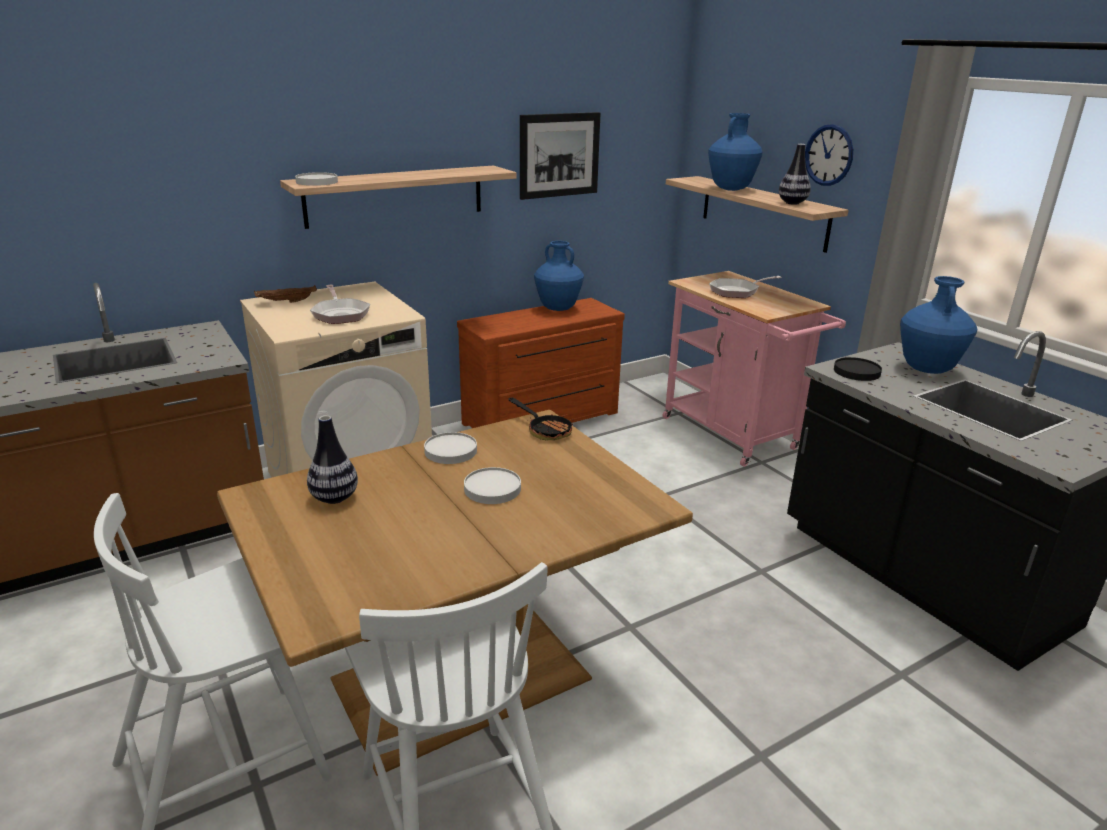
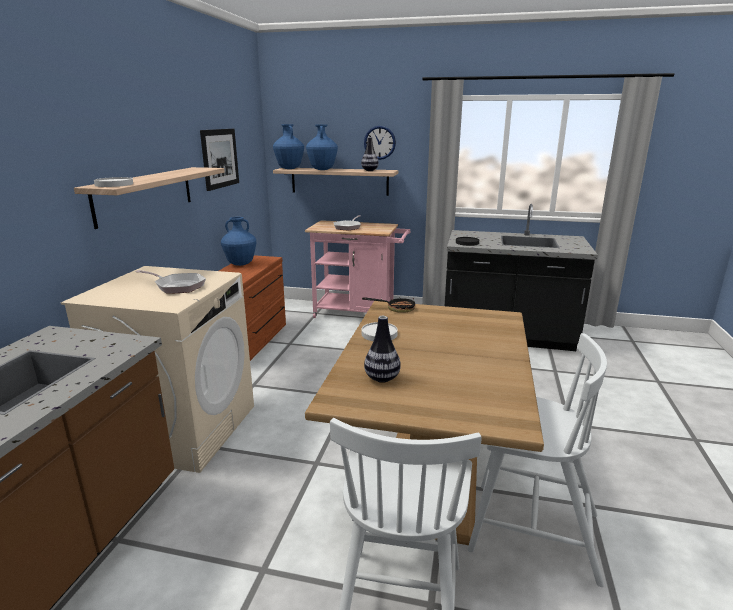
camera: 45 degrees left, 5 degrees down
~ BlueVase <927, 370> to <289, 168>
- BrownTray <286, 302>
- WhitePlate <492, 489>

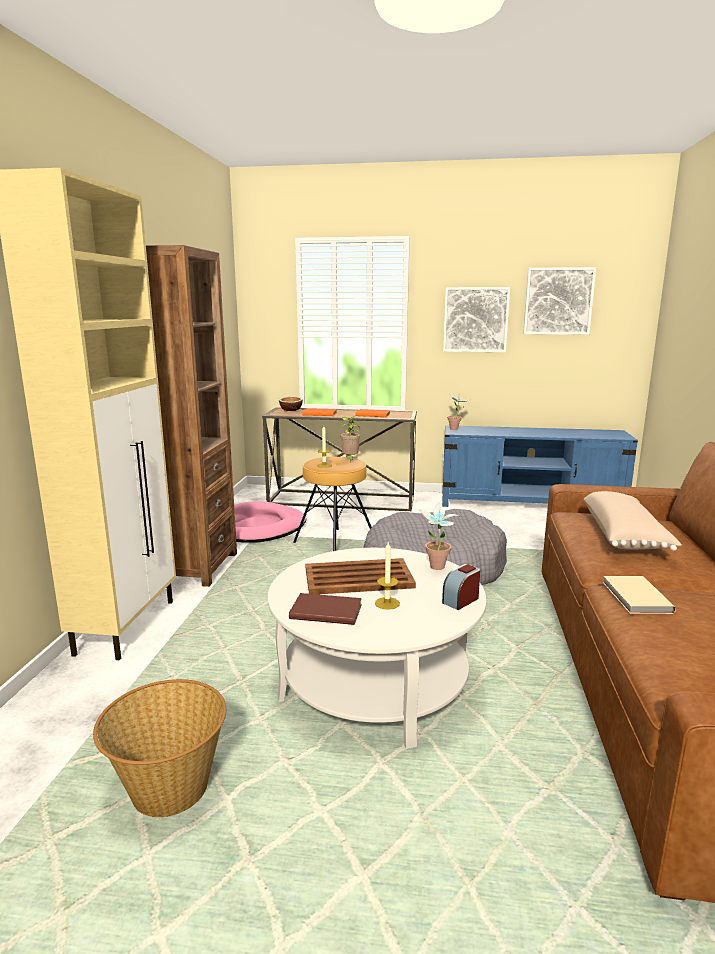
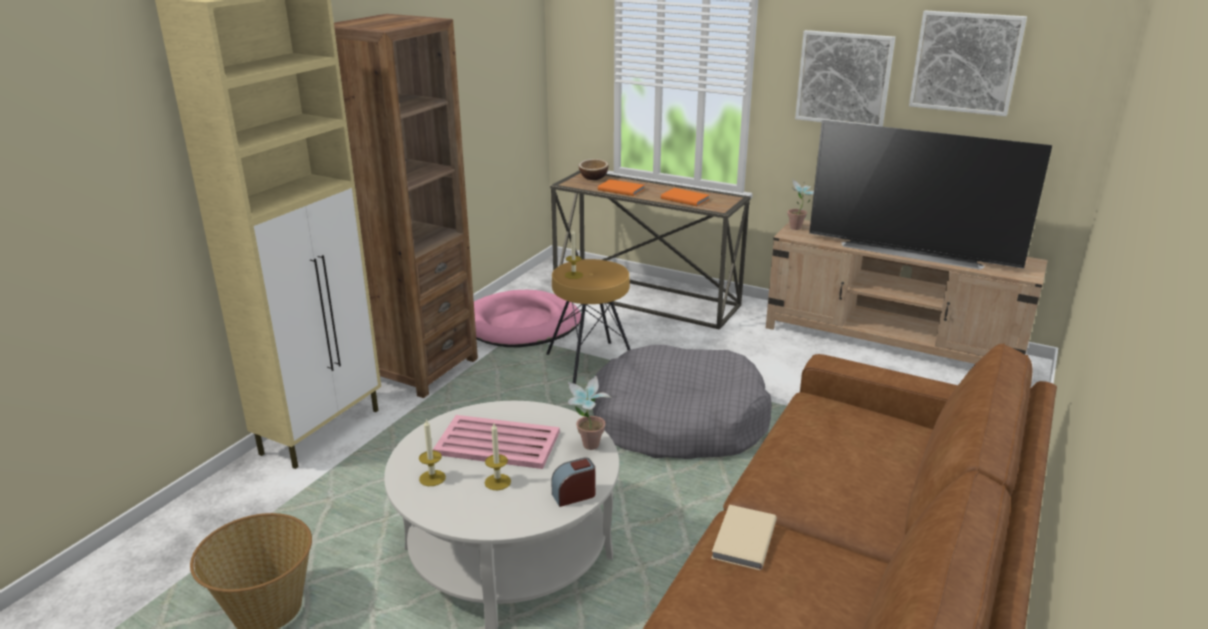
camera: 20 degrees right, 10 degrees up
~ BrownBook <325, 611> to Candle <432, 478>
~ BrownTray <359, 578> to PinkTray <498, 443>
~ BlueTvStand <530, 503> to BeigeTvStand <891, 341>
+ Television <912, 251>
- PottedPlant <350, 459>
- BeigePillow <624, 536>

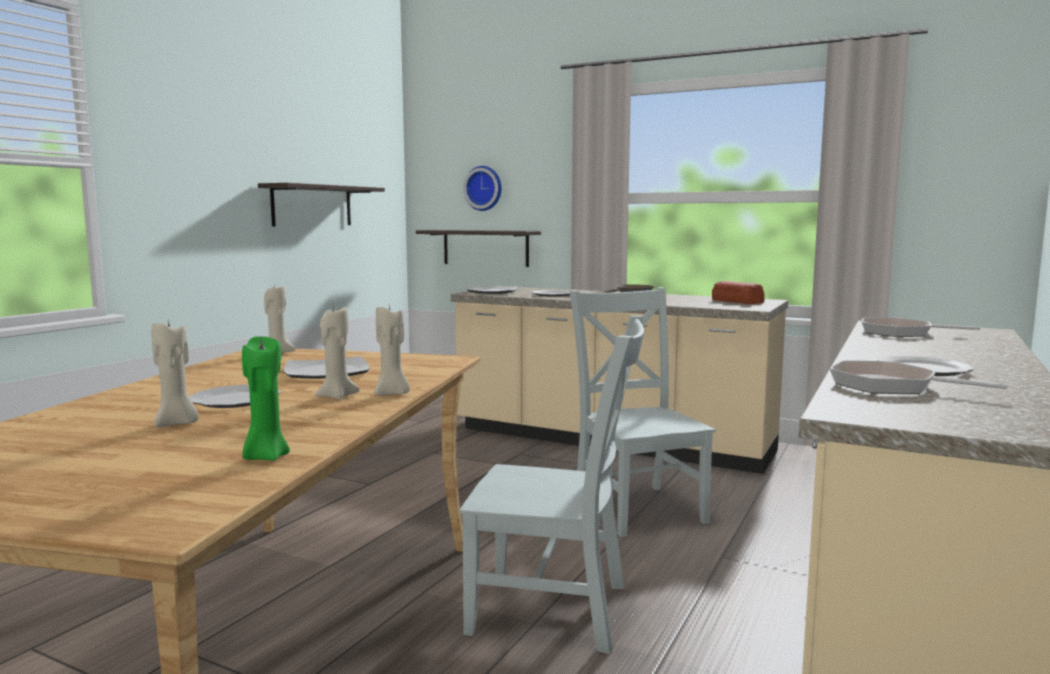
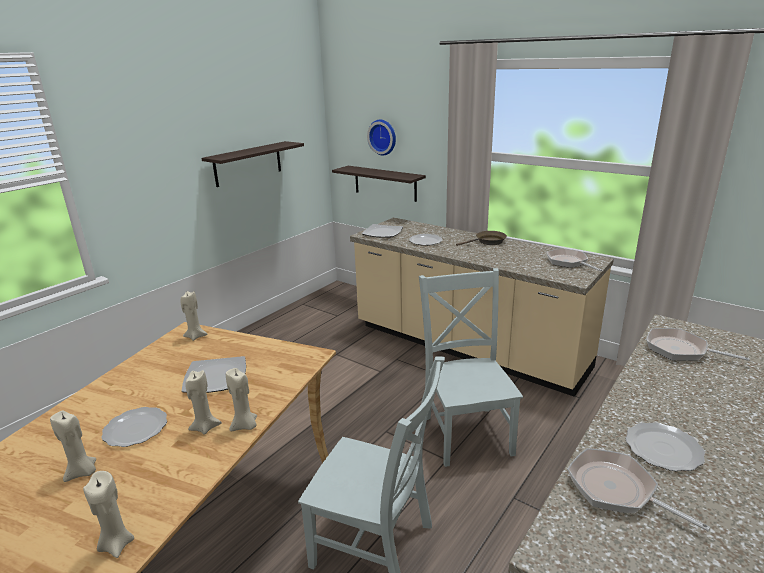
camera: 10 degrees right, 15 degrees up
~ GreenCandle <265, 457> to BeigeCandle <117, 544>
~ Bread <737, 301> to FryingPan <568, 262>

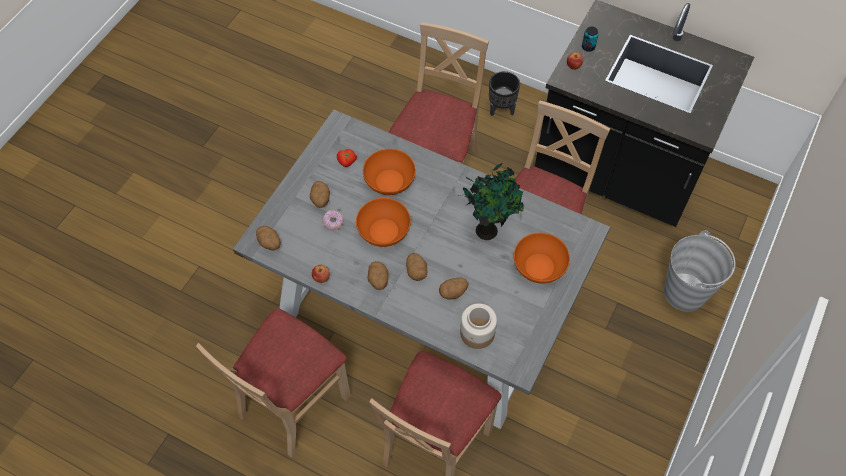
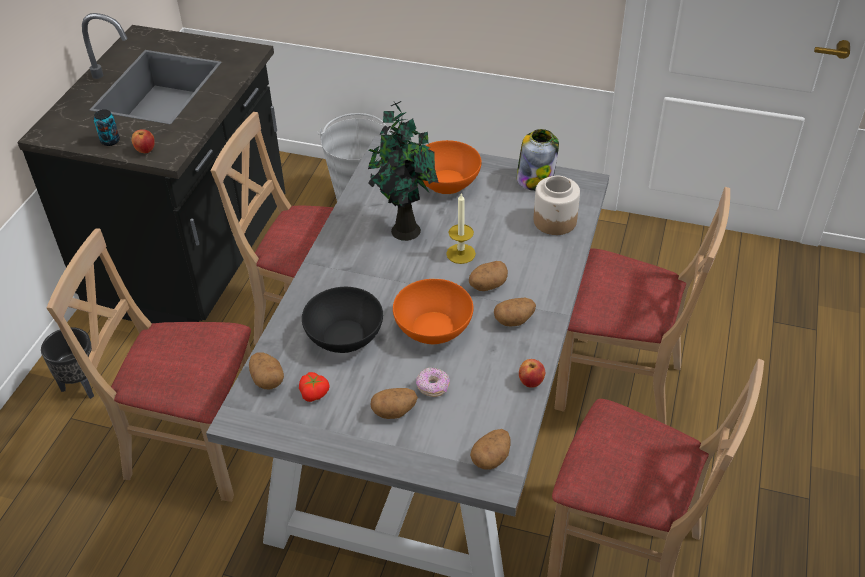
camera: 100 degrees left, 15 degrees down
~ Potato <453, 292> to <267, 380>
~ OrangeBowl <389, 181> to BlackBowl <344, 337>
+ Candle <461, 253>
+ Jar <535, 179>

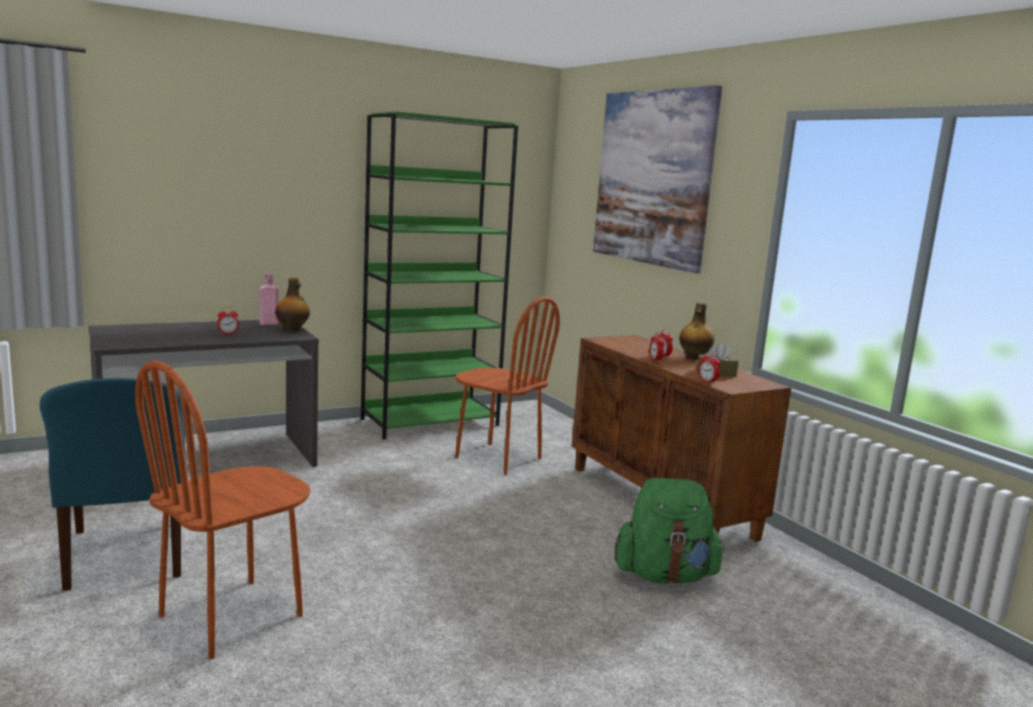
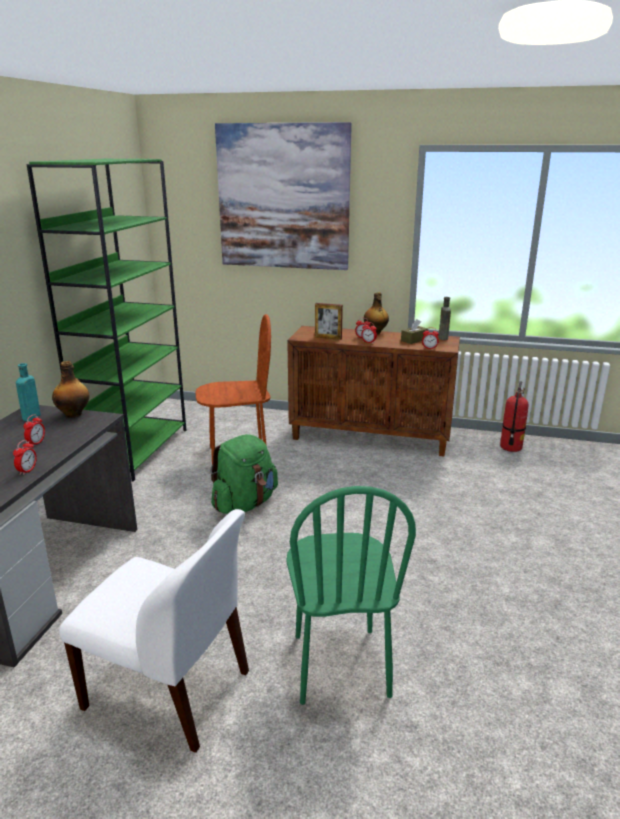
camera: 45 degrees left, 10 degrees up
+ AlarmClock <27, 471>
~ PinkBottle <267, 323> to TurquoiseBottle <30, 417>
~ BlueChair <126, 555> to WhiteChair <171, 691>
~ GreenBackpack <665, 576> to <245, 504>
~ BrownChair <232, 616> to GreenChair <339, 665>
+ PictureFrame <328, 338>
+ BrownBottle <443, 338>
+ FireExtinguisher <510, 447>

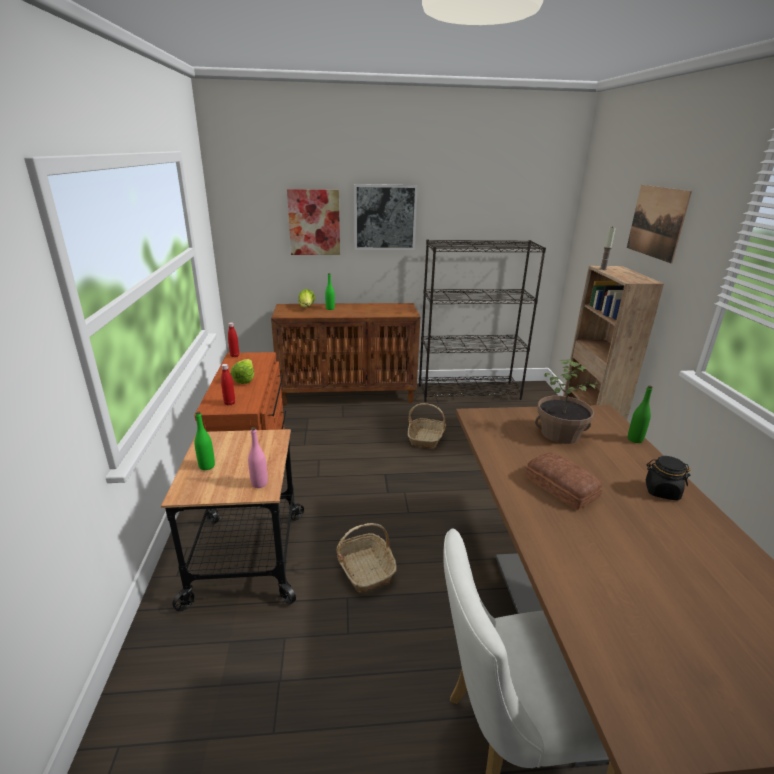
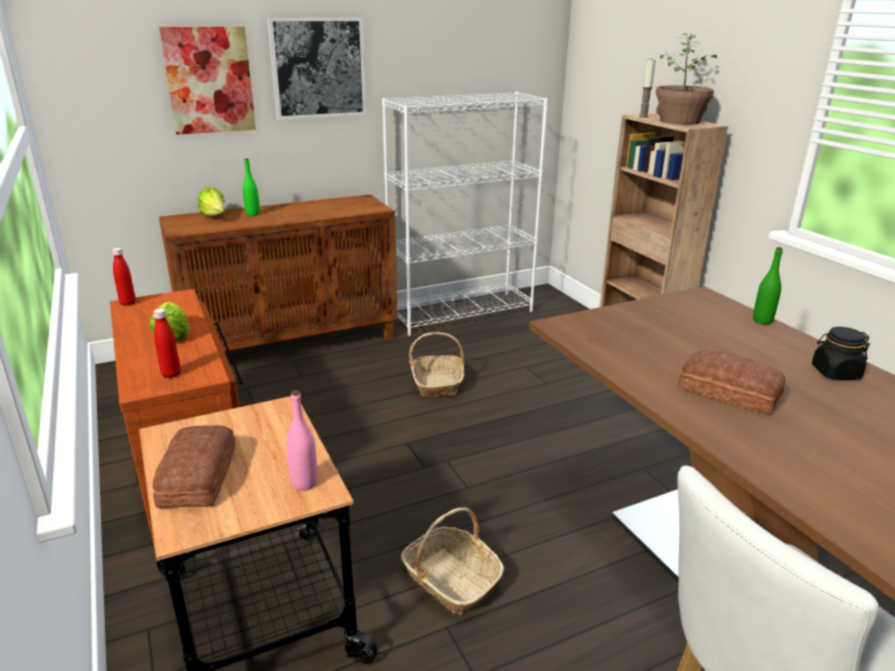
camera: 20 degrees left, 0 degrees up
~ GreenBottle <207, 466> to Bread <196, 477>
~ BlackBookcase <469, 392> to WhiteBookcase <461, 313>
~ PottedPlant <560, 434> to <680, 121>
- Picture <656, 222>

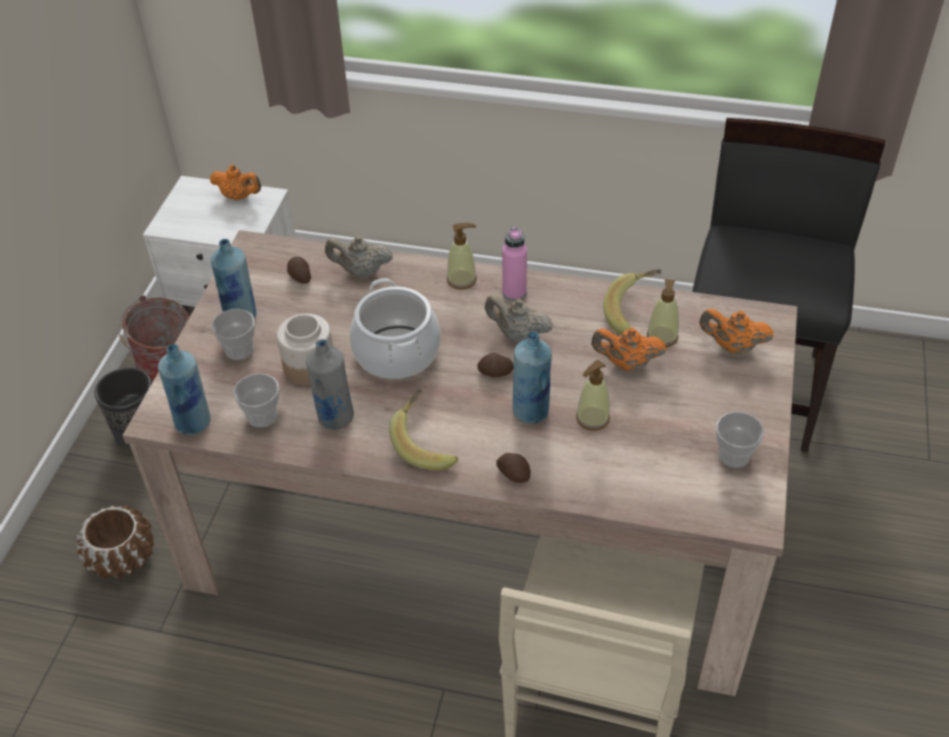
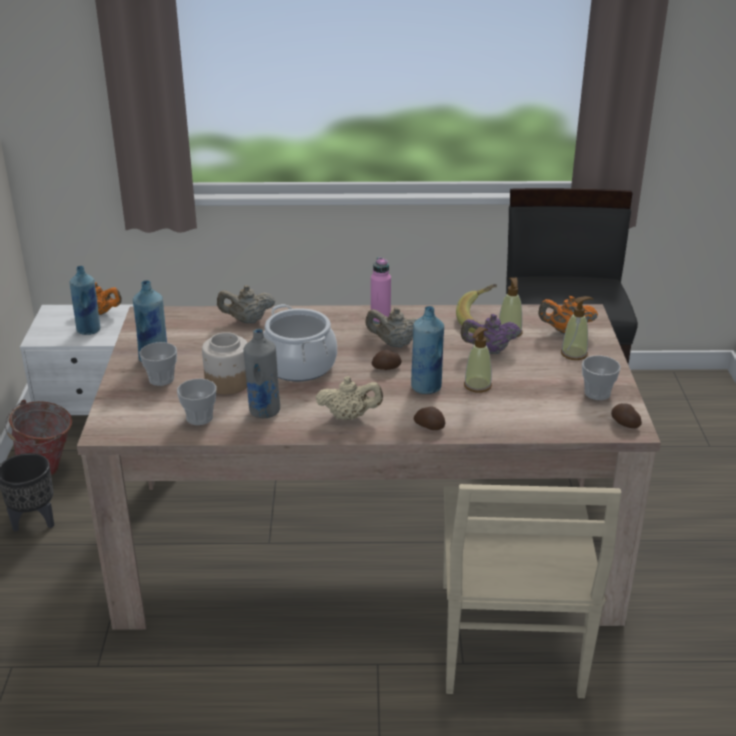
camera: 15 degrees left, 15 degrees down
~ BlueBottle <194, 422> to <89, 330>
~ Banana <427, 443> to BeigeTeapot <349, 416>
~ OrangeTeapot <626, 364> to PurpleTeapot <489, 351>
~ SoapDispenser <462, 280> to <574, 354>
~ Potato <300, 277> to <624, 423>
- BrownPlanter <122, 557>

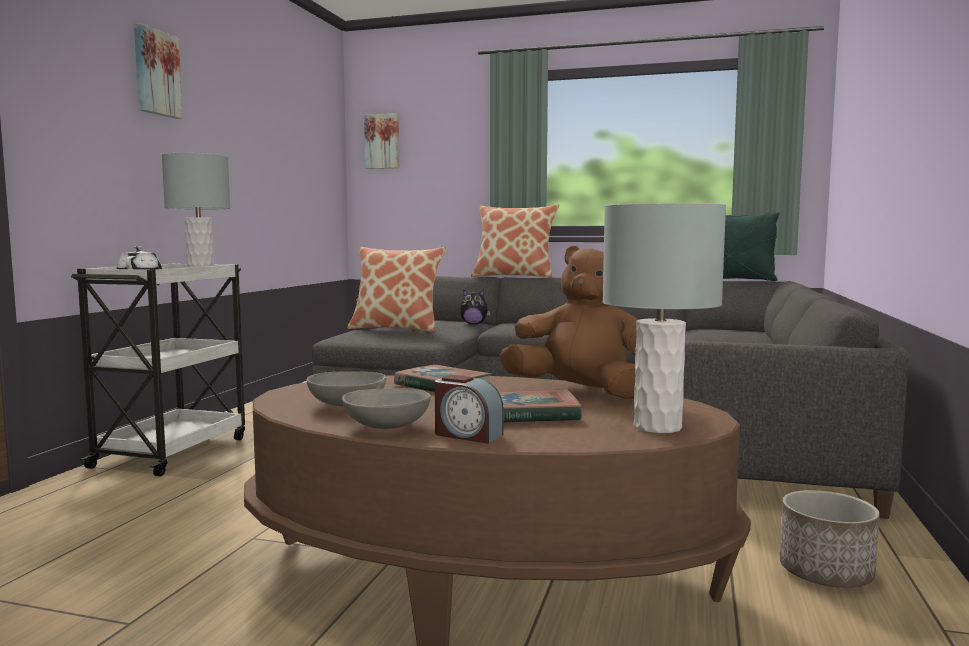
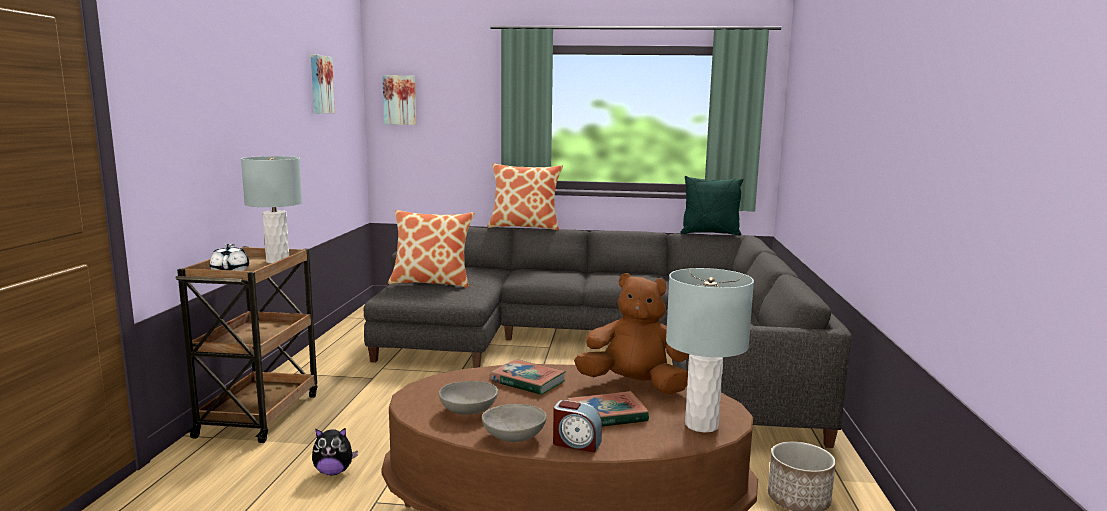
camera: 10 degrees left, 5 degrees up
~ WhiteCart <173, 451> to BrownCart <260, 414>
~ Picture <156, 73> to <320, 84>
~ PlushToy <474, 324> to <334, 472>

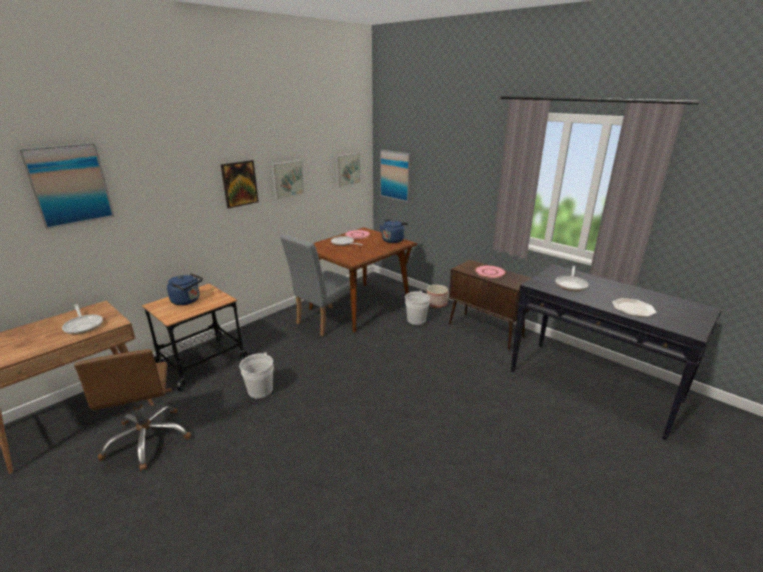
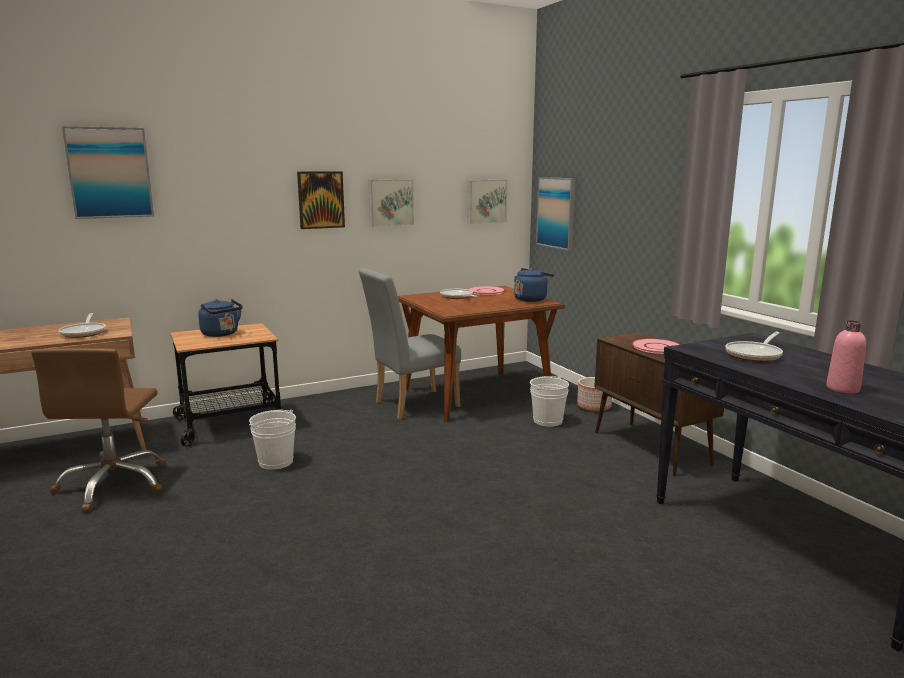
camera: 20 degrees right, 10 degrees down
~ Plate <633, 308> to PinkBottle <842, 389>

